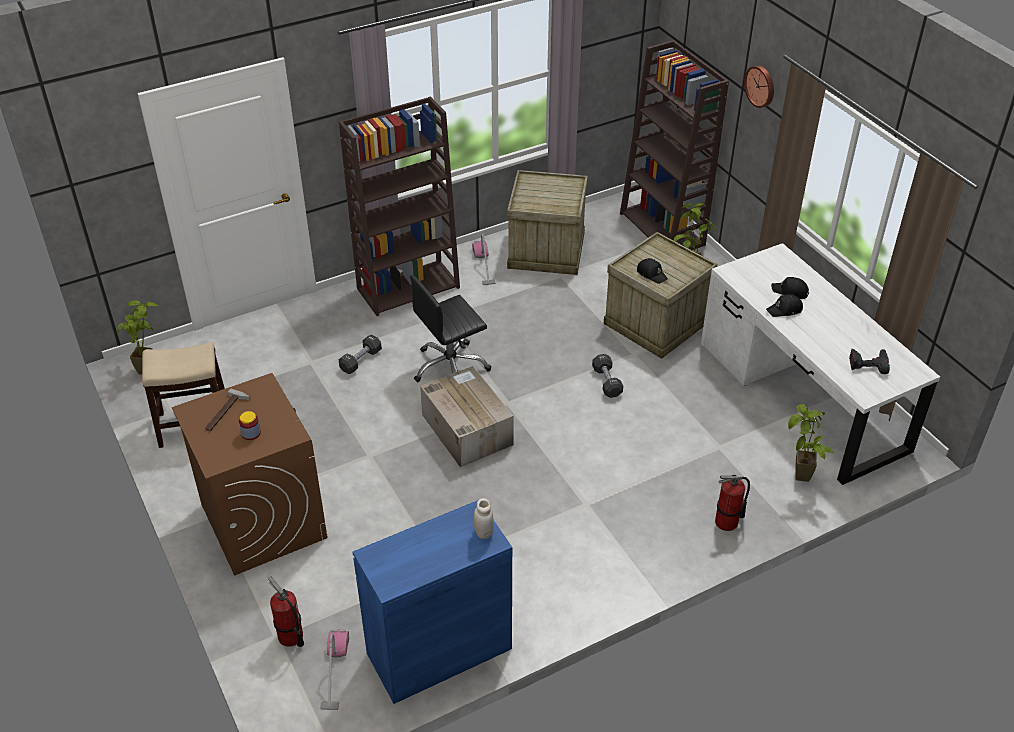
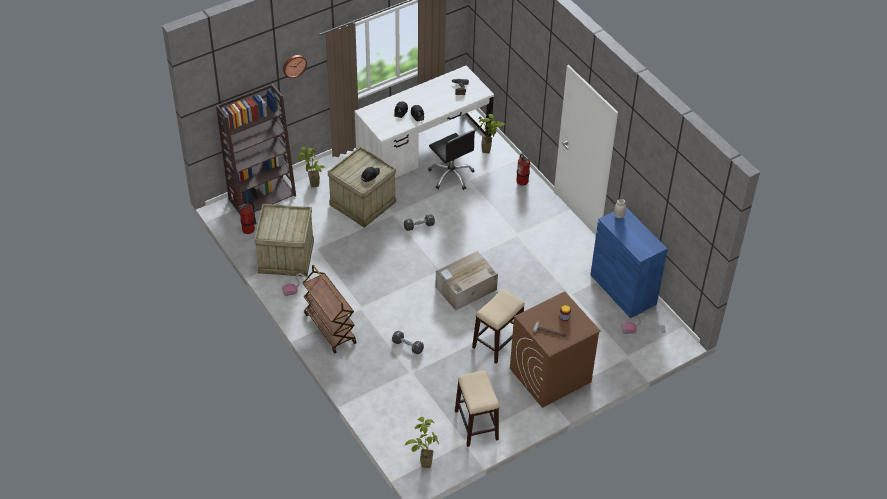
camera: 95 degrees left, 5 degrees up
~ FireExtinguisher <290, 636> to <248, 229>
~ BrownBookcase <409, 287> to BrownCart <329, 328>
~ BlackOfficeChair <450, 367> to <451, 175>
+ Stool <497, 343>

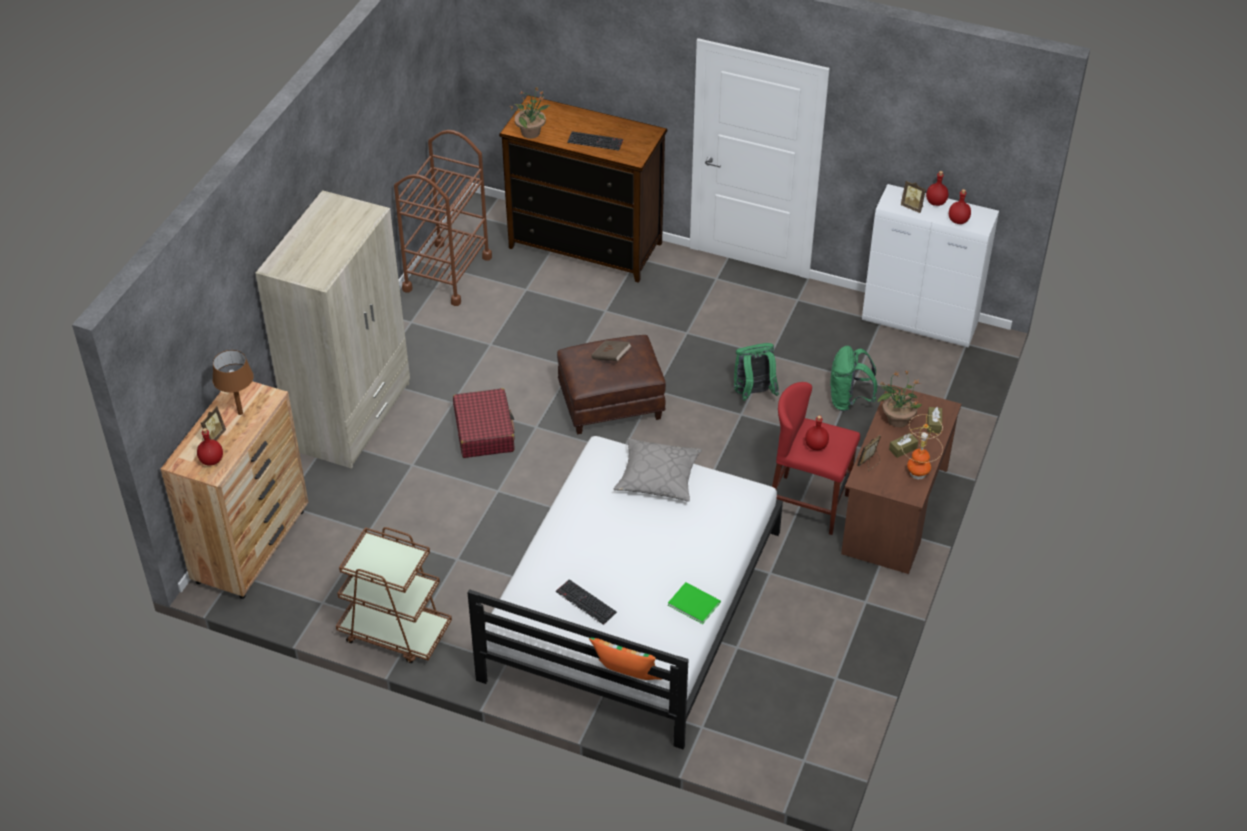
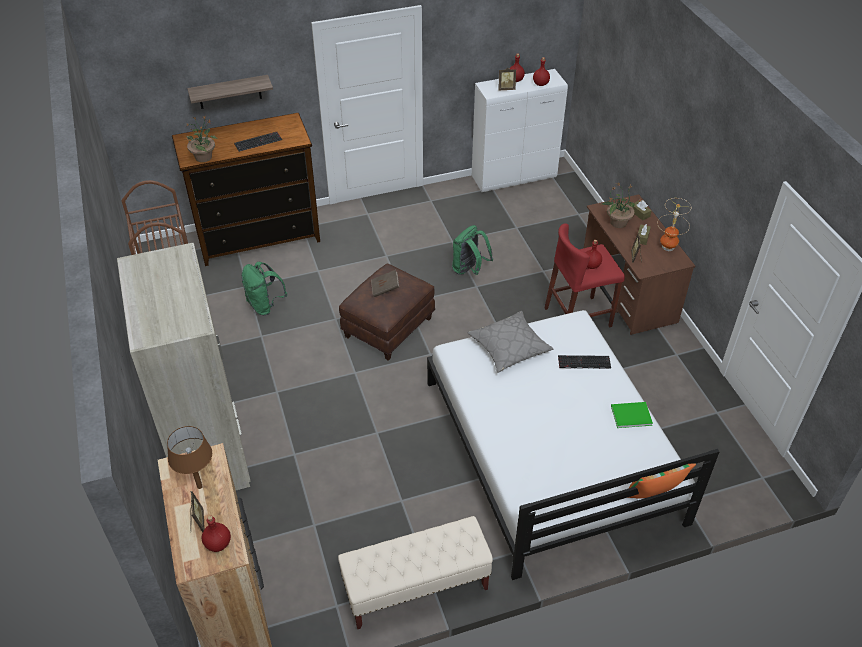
camera: 40 degrees left, 0 degrees up
+ Shelf <229, 92>
~ GreenBackpack <849, 400> to <265, 305>
~ BrownCart <394, 632> to BeigeBench <415, 587>
~ Keyboard <584, 602> to <583, 363>
- RedSuitcase <484, 431>

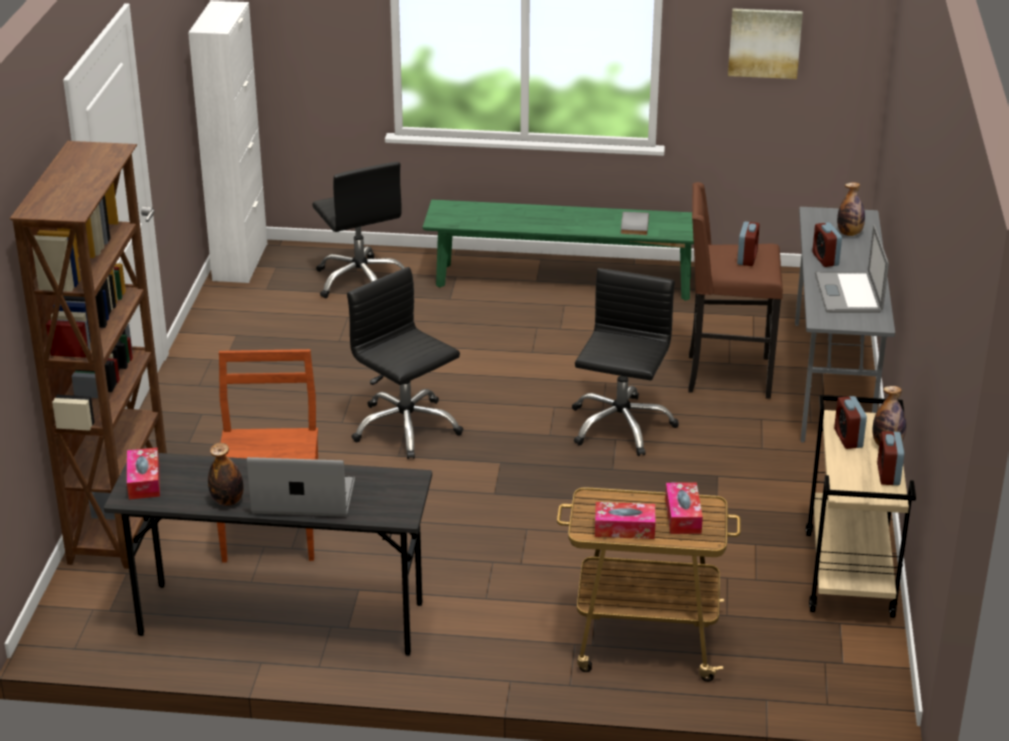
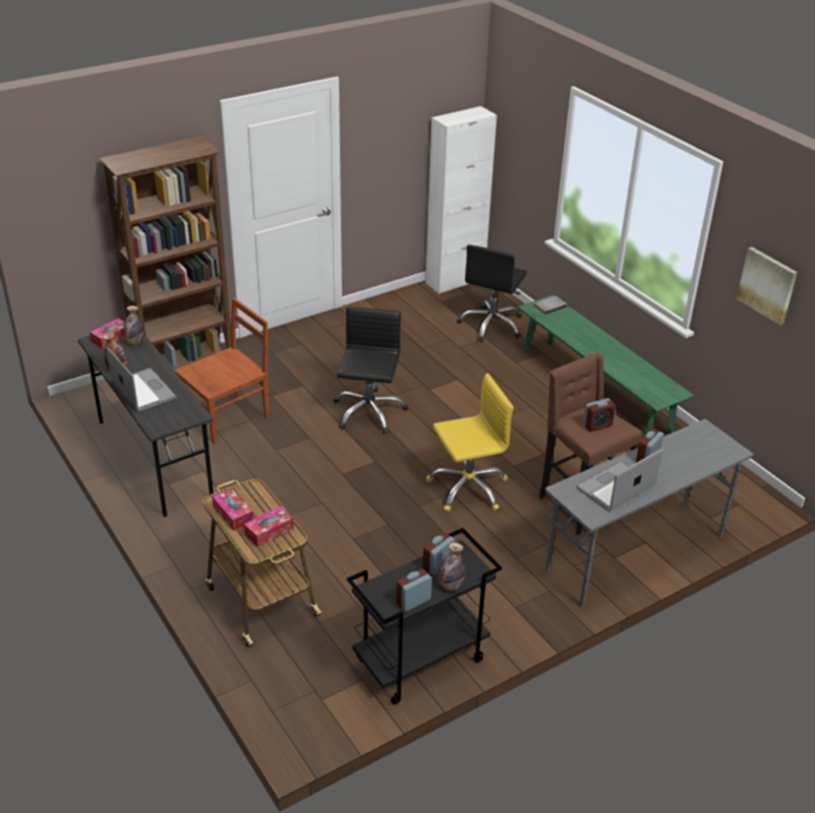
camera: 50 degrees right, 5 degrees up
~ Bottle <849, 233> to <135, 343>
~ BeigeCart <850, 575> to BlackCart <420, 662>
~ BlackOfficeChair <620, 425> to YellowOfficeChair <468, 487>
~ GreyBook <633, 225> to <549, 305>

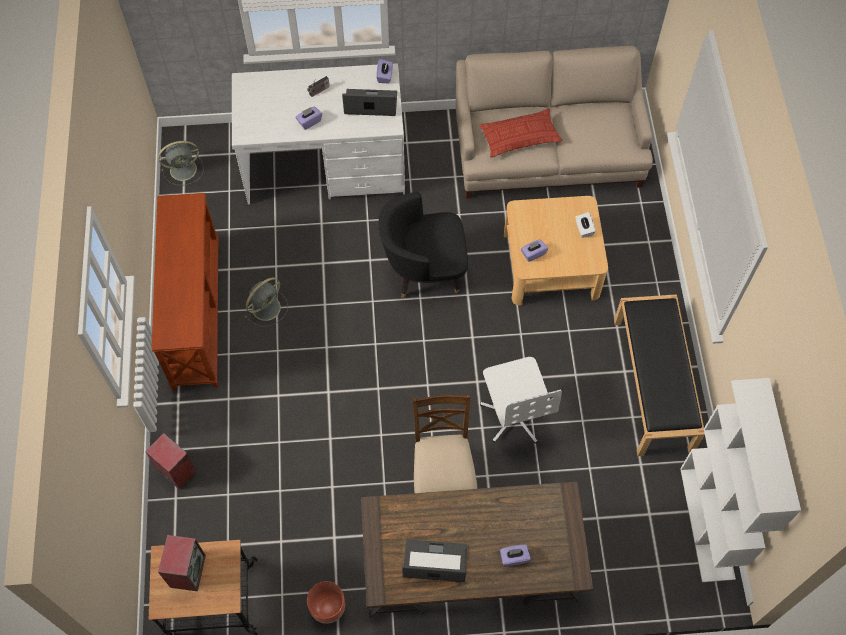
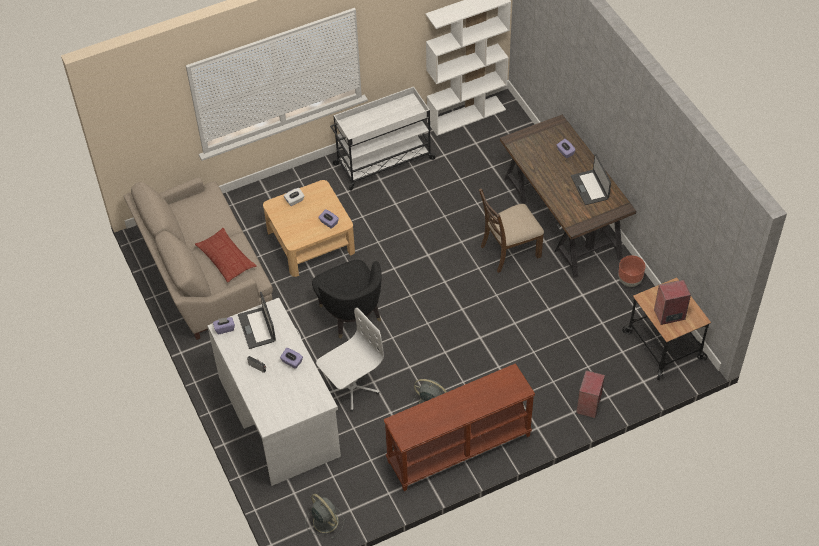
camera: 110 degrees left, 10 degrees down
~ WhiteOfficeChair <514, 415> to <351, 387>
~ BlackBench <653, 385> to WhiteCart <383, 162>

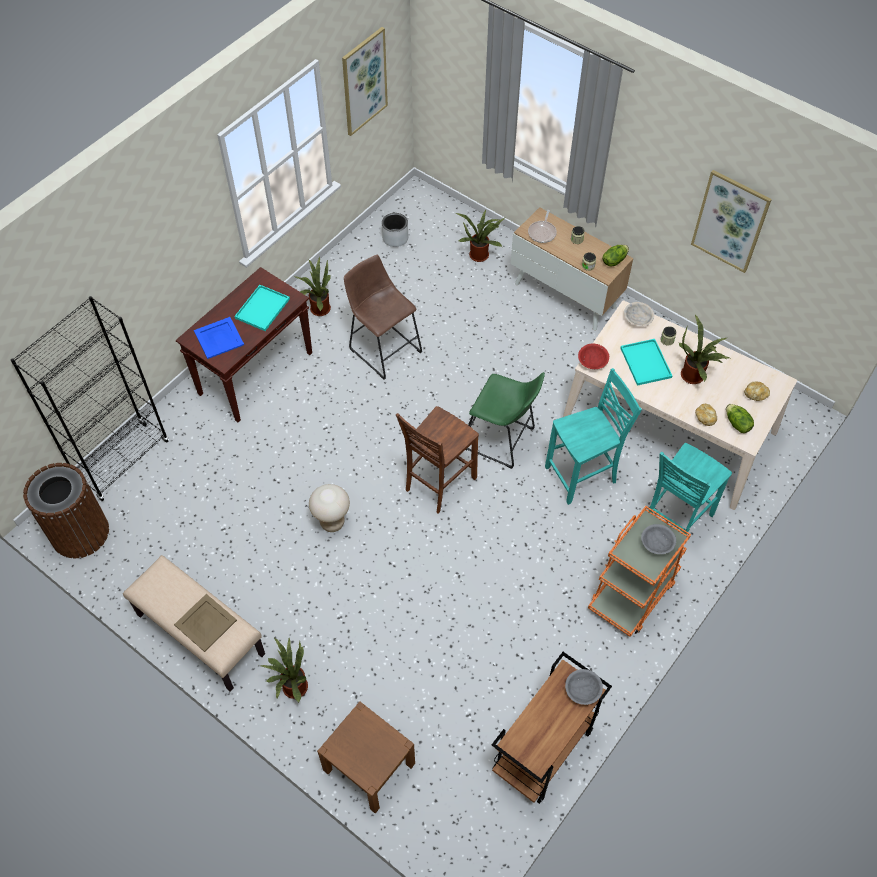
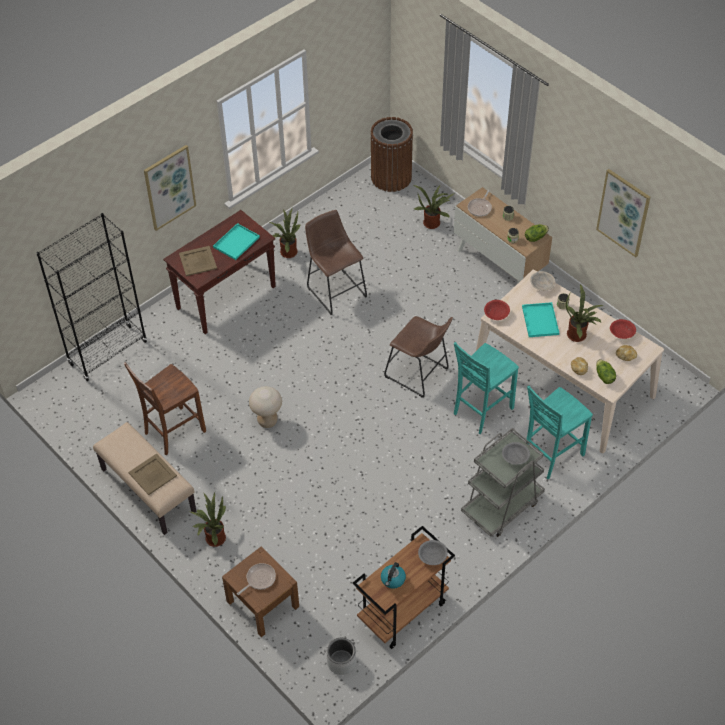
camera: 10 degrees right, 5 degrees down
~ BrownChair <438, 484> to <173, 432>
~ Picture <364, 81> to <169, 187>
~ BlueTray <218, 338> to BeigeTray <197, 261>
+ FryingPan <259, 579>
~ GreyPlanter <395, 238> to <341, 662>
~ BrownTrashCan <80, 532> to <391, 177>
+ Kettle <393, 580>
~ GreenStool <501, 440> to BrownStool <419, 374>
~ TurquoiseChair <582, 476> = <481, 411> 150 degrees clockwise
~ OrangeCart <632, 593> to GreyCart <501, 506>
+ RedBowl <621, 333>

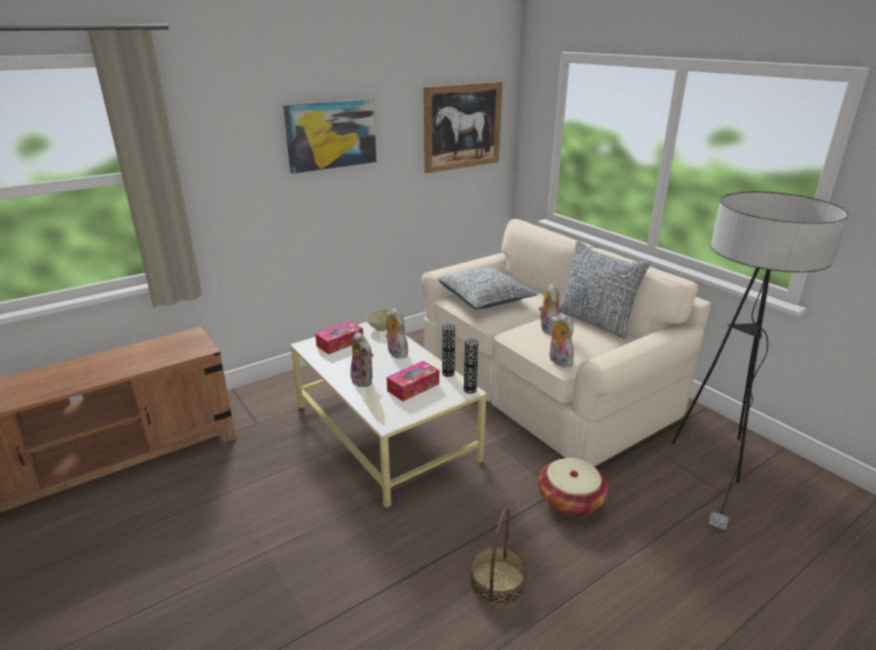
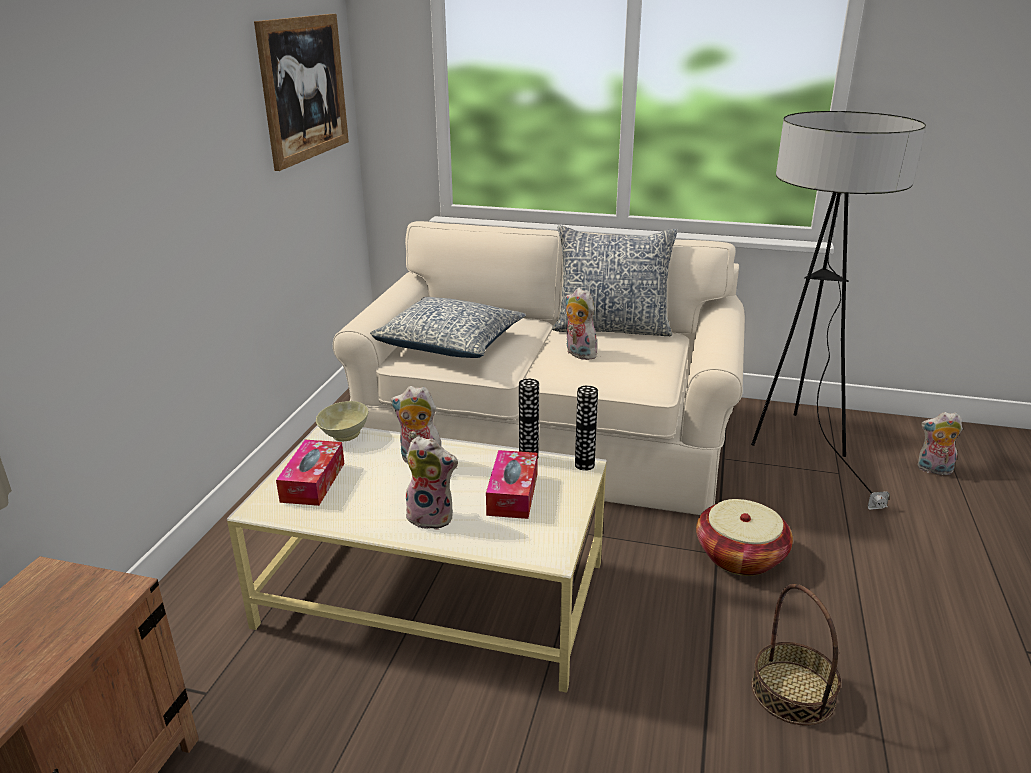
camera: 40 degrees left, 0 degrees up
~ PlushToy <558, 361> to <933, 470>
- Picture <331, 135>

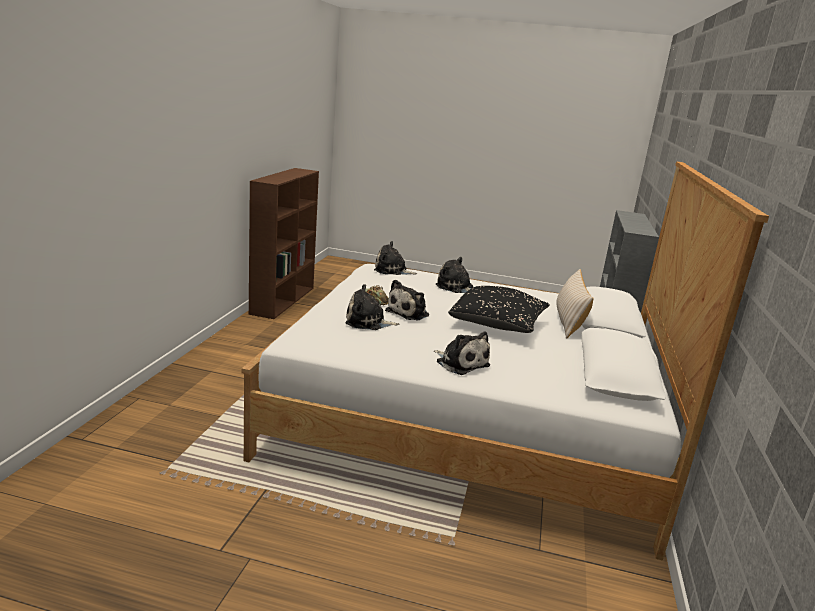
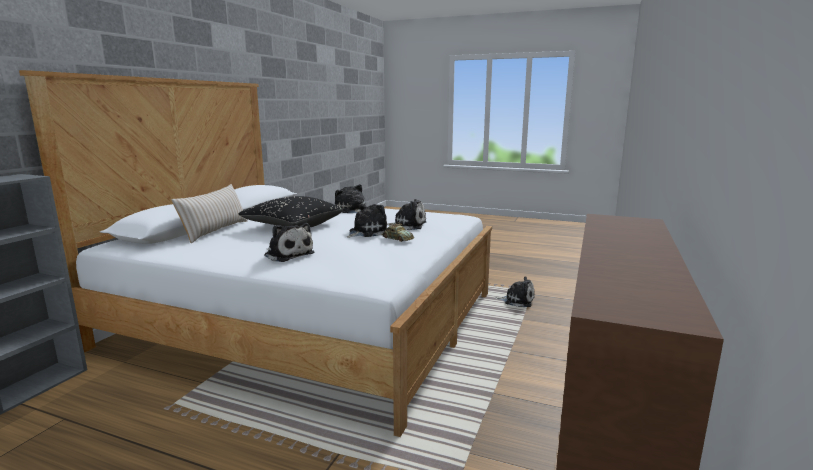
camera: 170 degrees left, 5 degrees down
~ PlushToy <392, 271> to <517, 300>

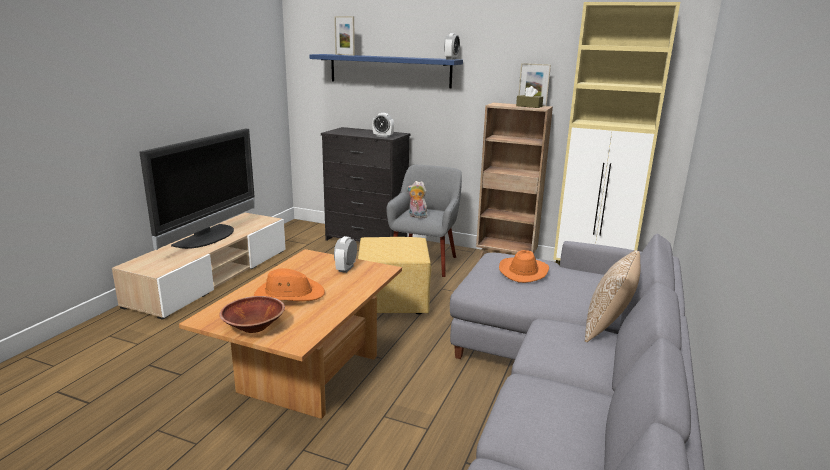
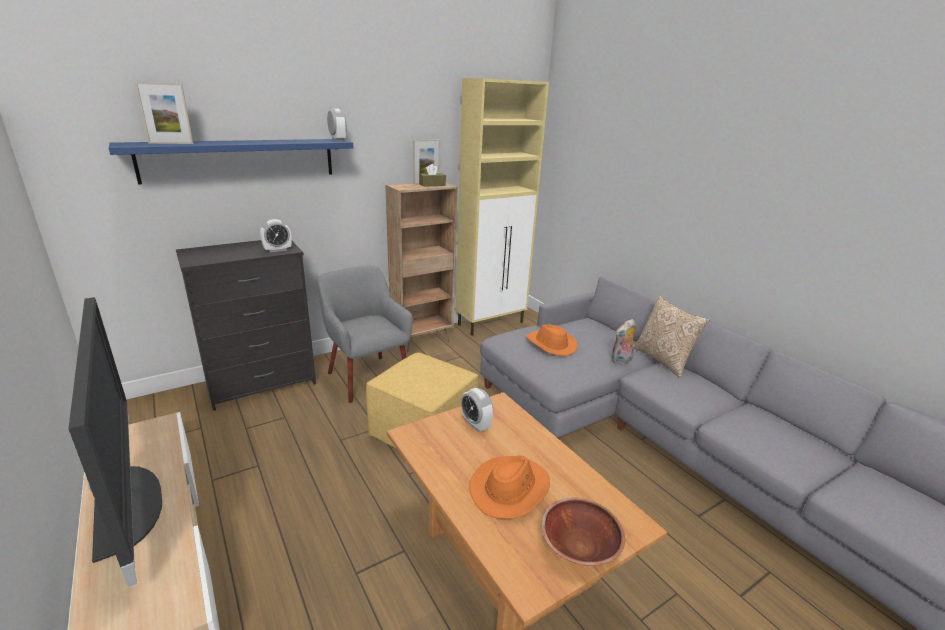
camera: 55 degrees left, 5 degrees up
~ PlushToy <416, 216> to <621, 361>

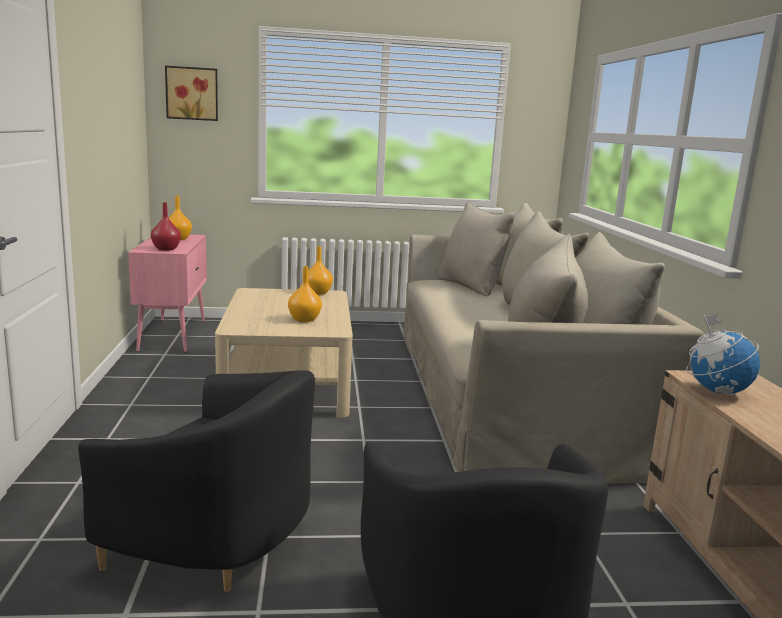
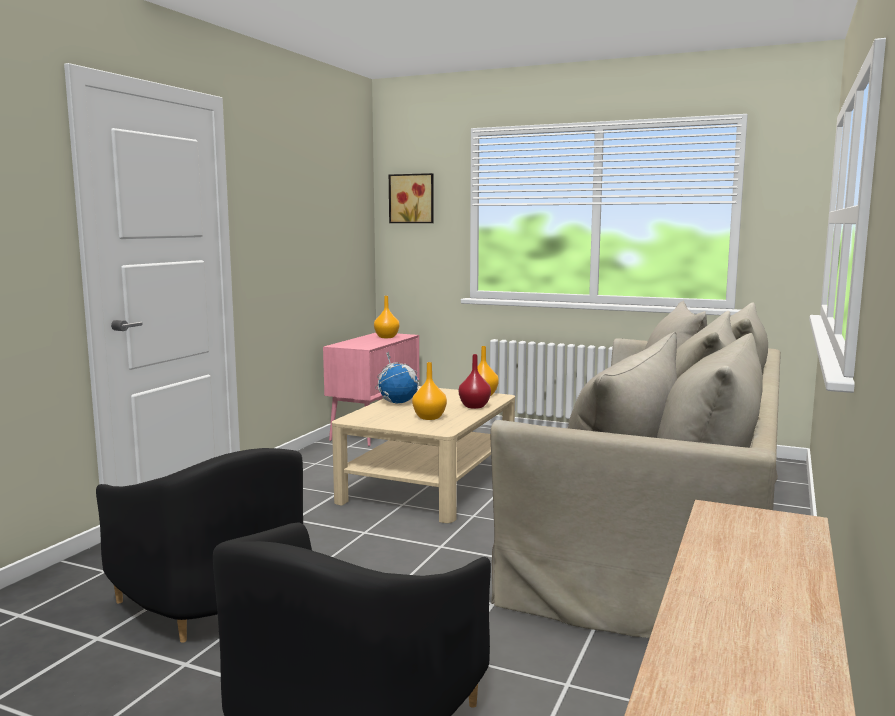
camera: 30 degrees right, 5 degrees down
~ Globe <717, 391> to <398, 402>
~ RedVase <165, 249> to <474, 406>

